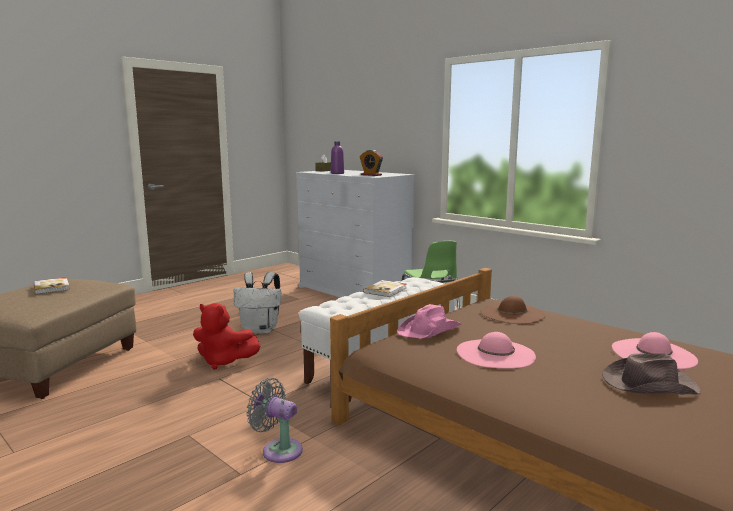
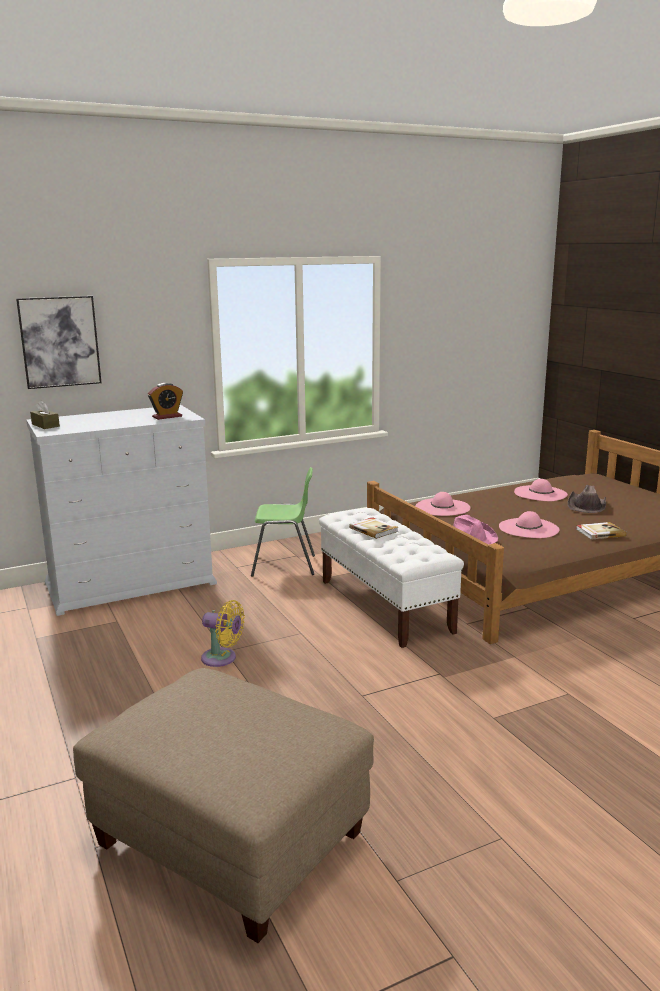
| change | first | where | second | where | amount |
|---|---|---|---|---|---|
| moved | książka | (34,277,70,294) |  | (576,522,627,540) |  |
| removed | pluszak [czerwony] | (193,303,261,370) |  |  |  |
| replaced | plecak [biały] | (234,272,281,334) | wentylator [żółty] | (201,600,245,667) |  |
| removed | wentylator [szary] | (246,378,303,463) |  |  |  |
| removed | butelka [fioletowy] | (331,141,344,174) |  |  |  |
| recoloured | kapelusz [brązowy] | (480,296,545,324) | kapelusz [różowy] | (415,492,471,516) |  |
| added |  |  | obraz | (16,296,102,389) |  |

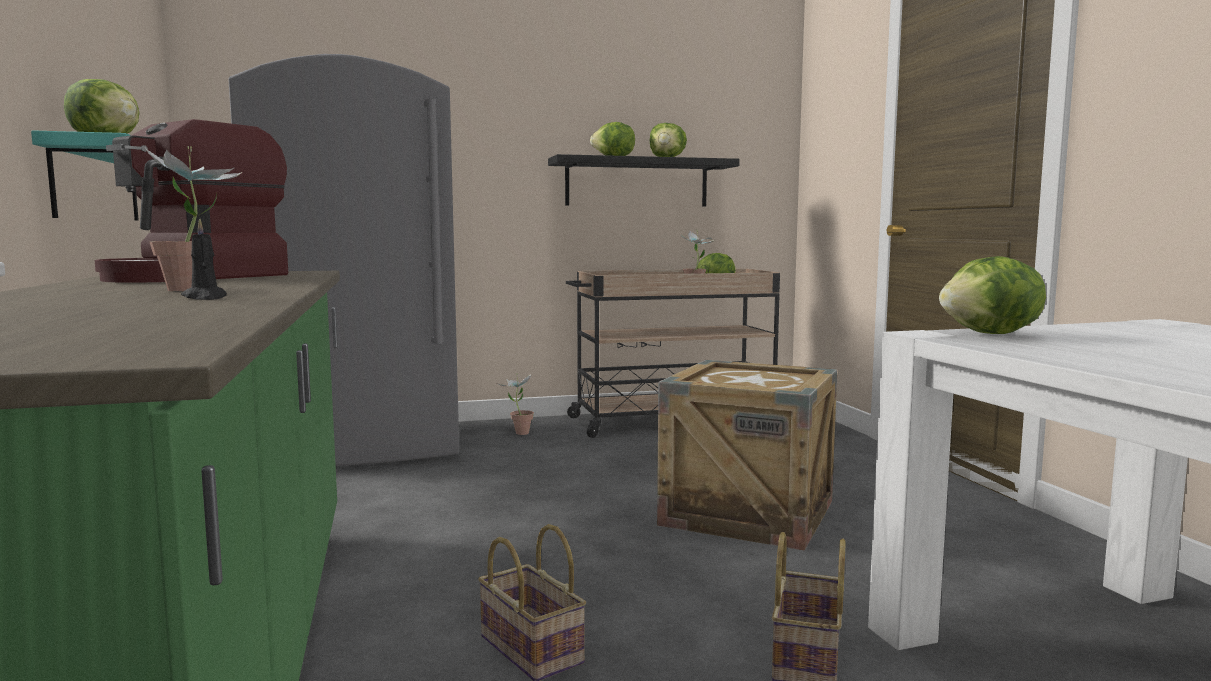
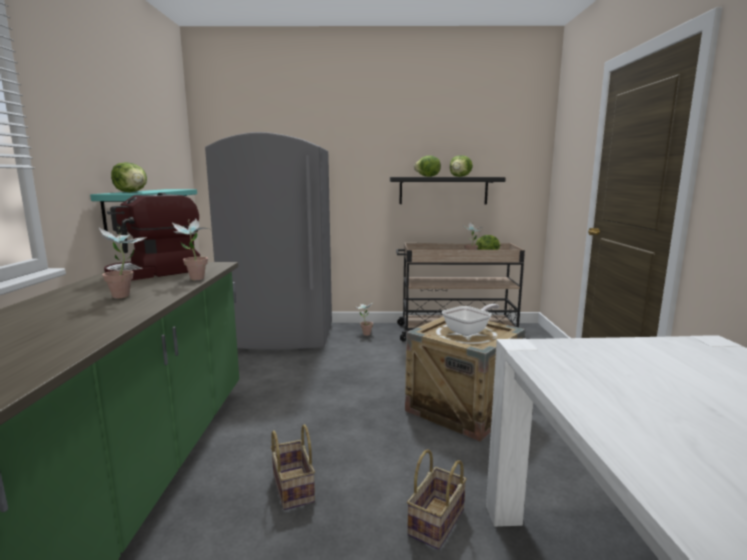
| change | first | where | second | where | amount |
|---|---|---|---|---|---|
| removed | świeca [czarny] | (181,218,227,300) |  |  |  |
| removed | sałata | (939,256,1046,334) |  |  |  |
| added |  |  | roślina doniczkowa | (172,219,209,280) |  |
| added |  |  | patelnia | (442,304,499,336) |  |

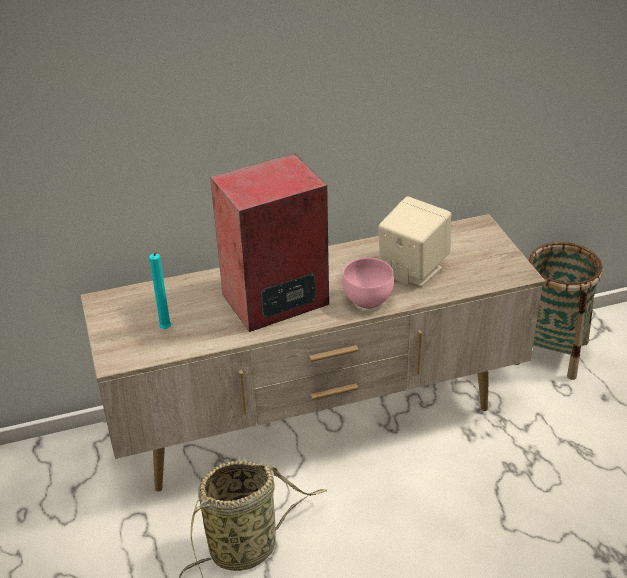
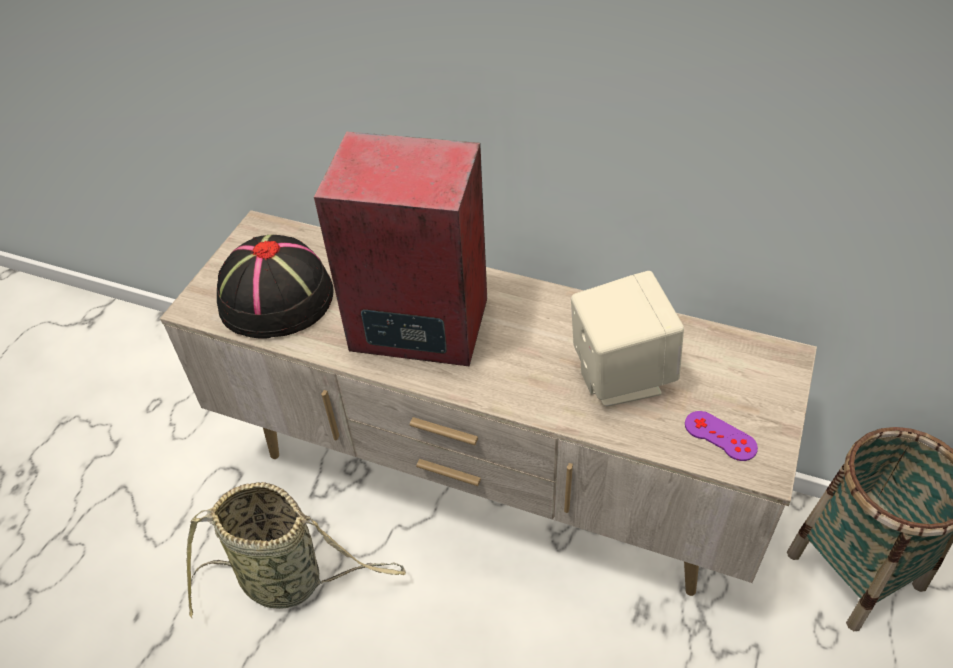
| change | first | where | second | where | amount |
|---|---|---|---|---|---|
| replaced | świeca [turkusowy] | (149,252,171,329) | kapelusz [czarny] | (217,235,334,339) |  |
| removed | miska [różowy] | (342,258,394,308) |  |  |  |
| added |  |  | pad do gier [fioletowy] | (685,411,758,461) |  |

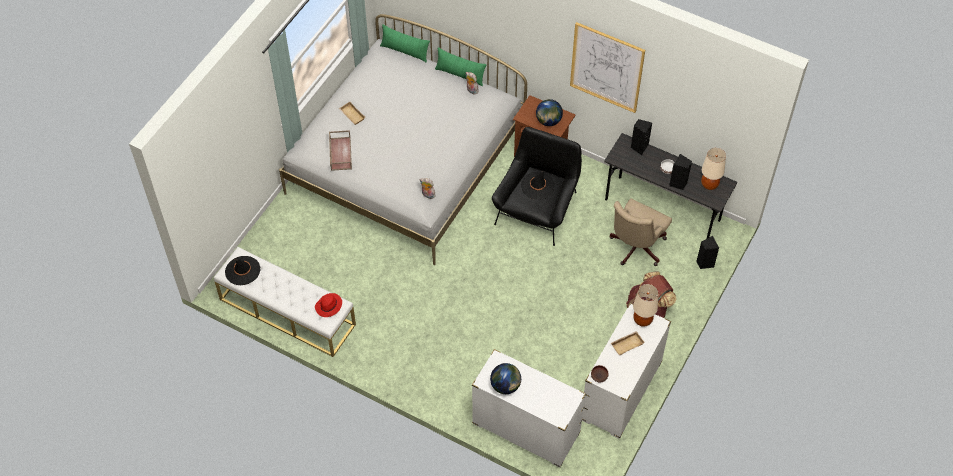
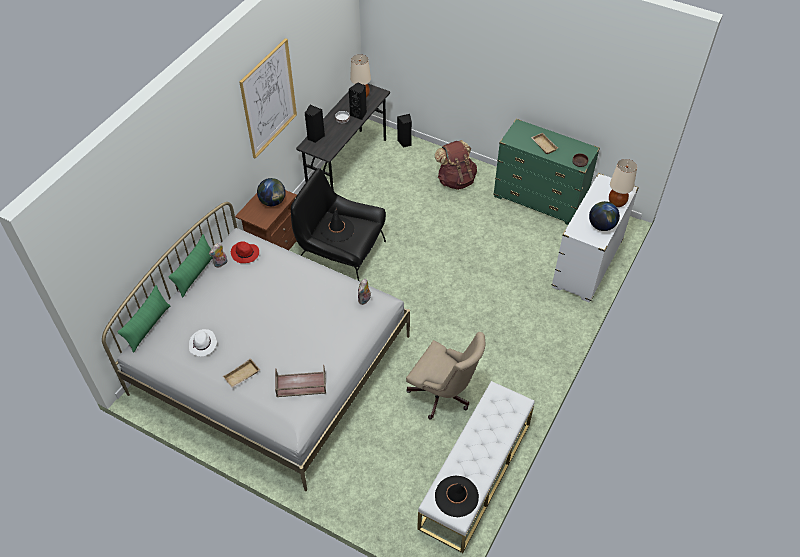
| change | first | where | second | where | amount |
|---|---|---|---|---|---|
| moved | kapelusz [czerwony] | (315,293,342,317) |  | (231,241,259,263) |  |
| recoloured | komoda [biały] | (582,303,671,439) | komoda [zielony] | (493,119,600,225) |  |
| moved | krzesło biurowe [beżowy] | (610,198,672,266) |  | (406,332,485,420) |  |
| moved | lampa stołowa [beżowy] | (633,284,658,327) |  | (609,159,637,207) |  |
| added |  |  | kapelusz [biały] | (189,329,217,356) |  |

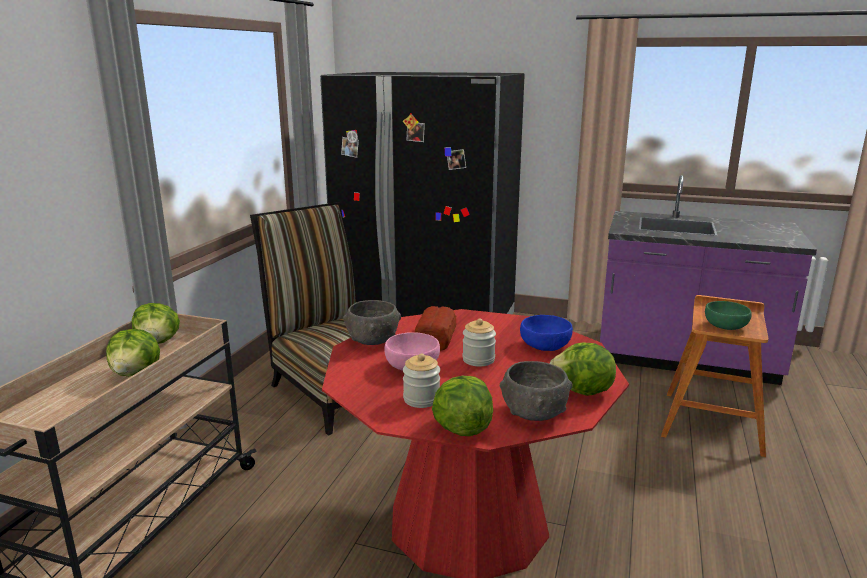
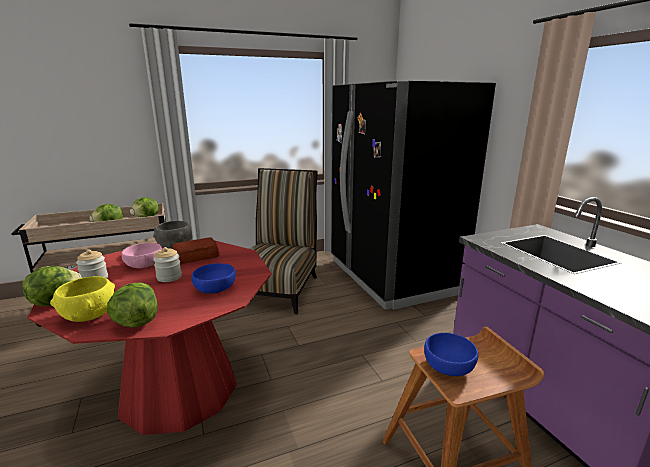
| change | first | where | second | where | amount |
|---|---|---|---|---|---|
| recoloured | miska [szary] | (500,361,573,421) | miska [żółty] | (50,276,115,322) |  |
| recoloured | miska [zielony] | (705,301,752,330) | miska [niebieski] | (424,333,478,376) |  |

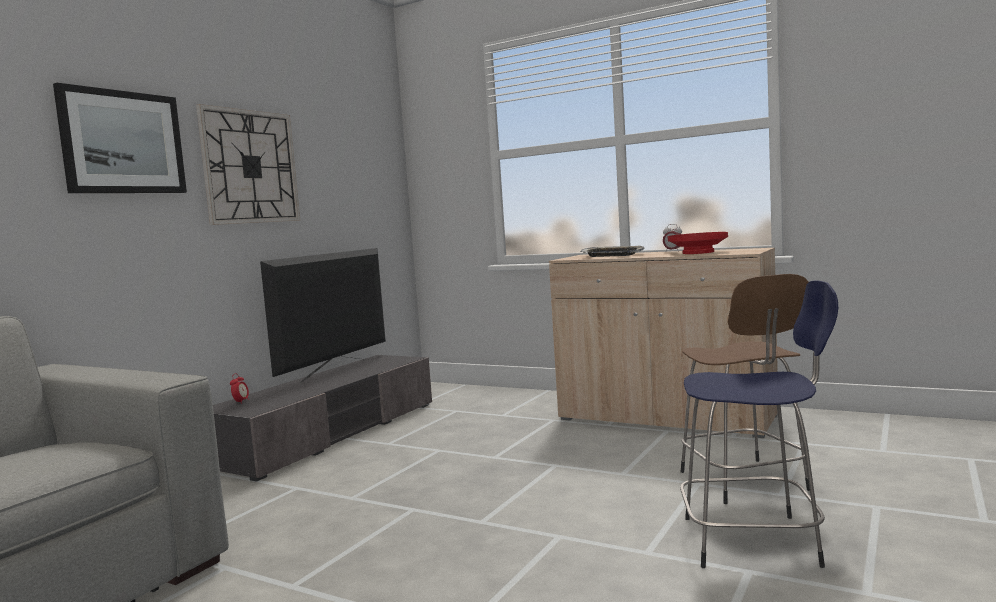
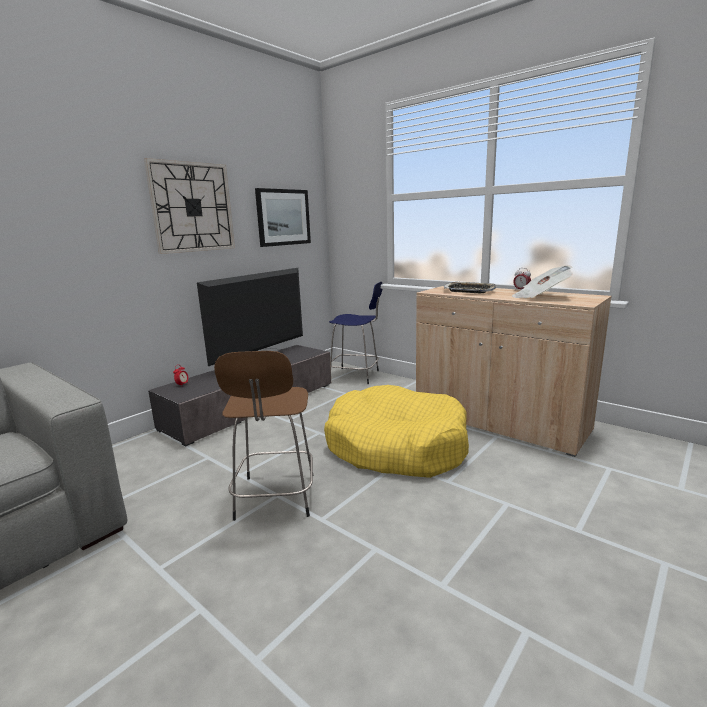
| change | first | where | second | where | amount |
|---|---|---|---|---|---|
| moved | obraz | (53,83,187,193) |  | (255,188,311,247) |  |
| replaced | miska [czerwony] | (667,232,728,254) | gazeta | (512,265,573,298) |  |
| moved | stołek [niebieski] | (680,280,838,568) |  | (329,281,382,384) |  |
| moved | stołek [brązowy] | (681,274,810,504) |  | (214,351,314,521) |  |
| added |  |  | legowisko [żółty] | (324,385,469,478) |  |

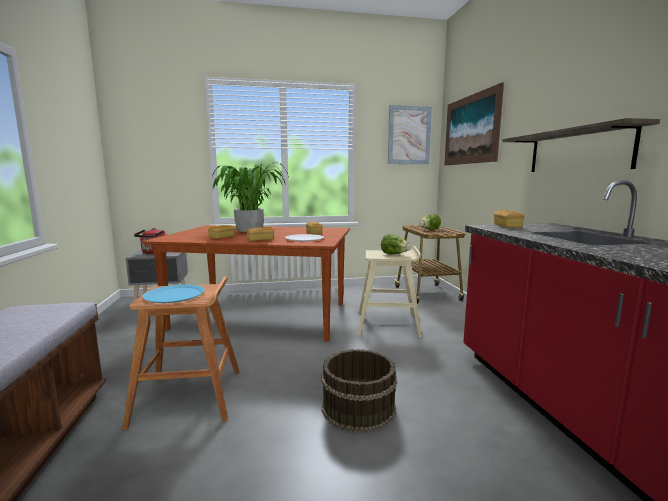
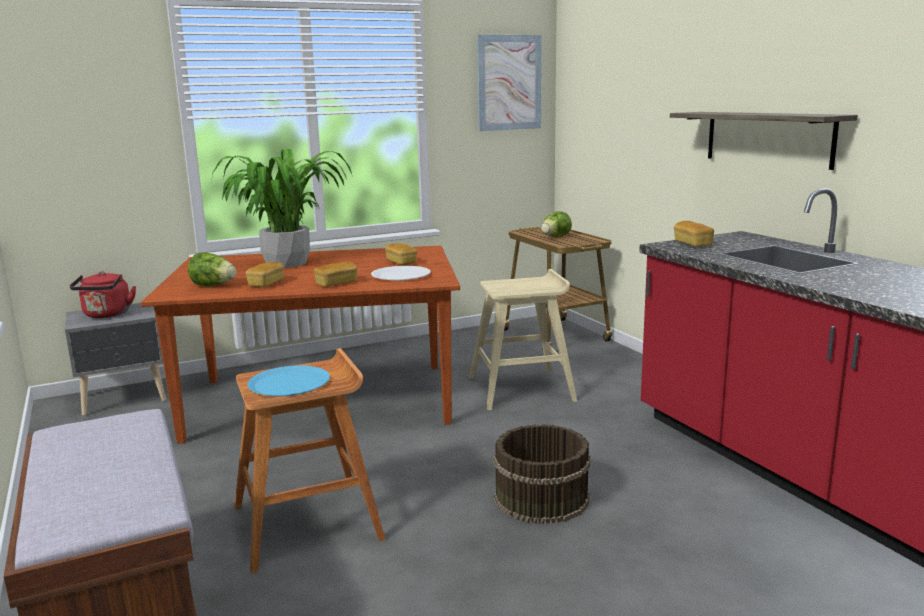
| change | first | where | second | where | amount |
|---|---|---|---|---|---|
| moved | sałata | (381,234,410,254) |  | (188,252,237,286) |  |
| removed | obraz | (444,82,504,165) |  |  |  |

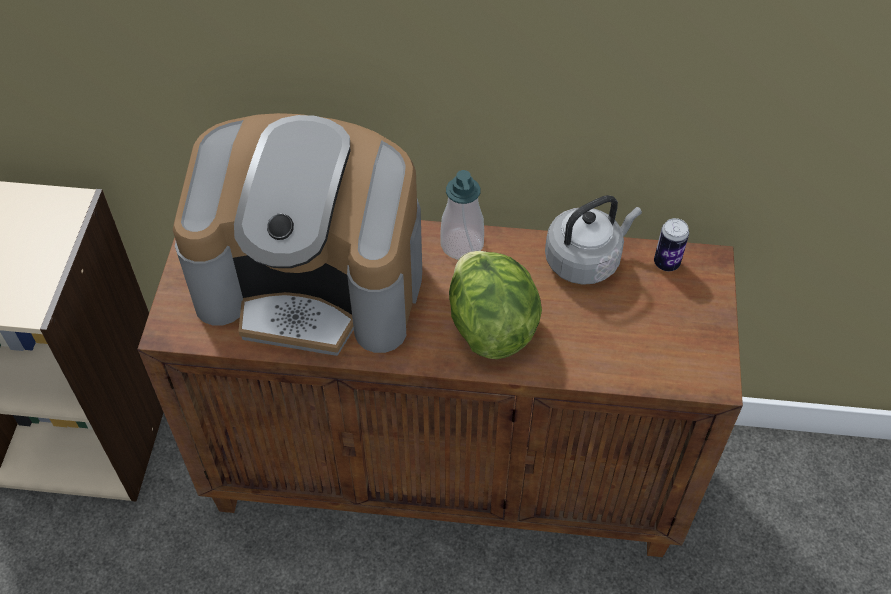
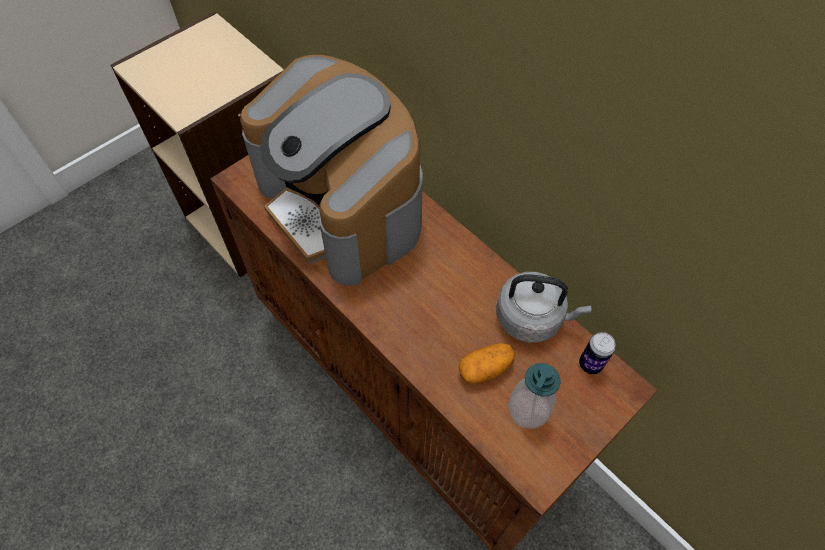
| change | first | where | second | where | amount |
|---|---|---|---|---|---|
| moved | dozownik mydła | (440,170,484,260) |  | (508,363,561,429) |  |
| removed | sałata | (449,251,542,359) |  |  |  |
| added |  |  | ziemniak | (458,343,515,384) |  |

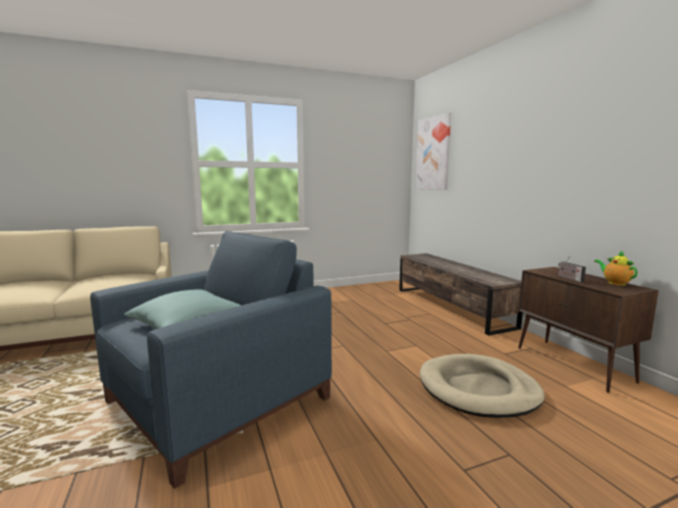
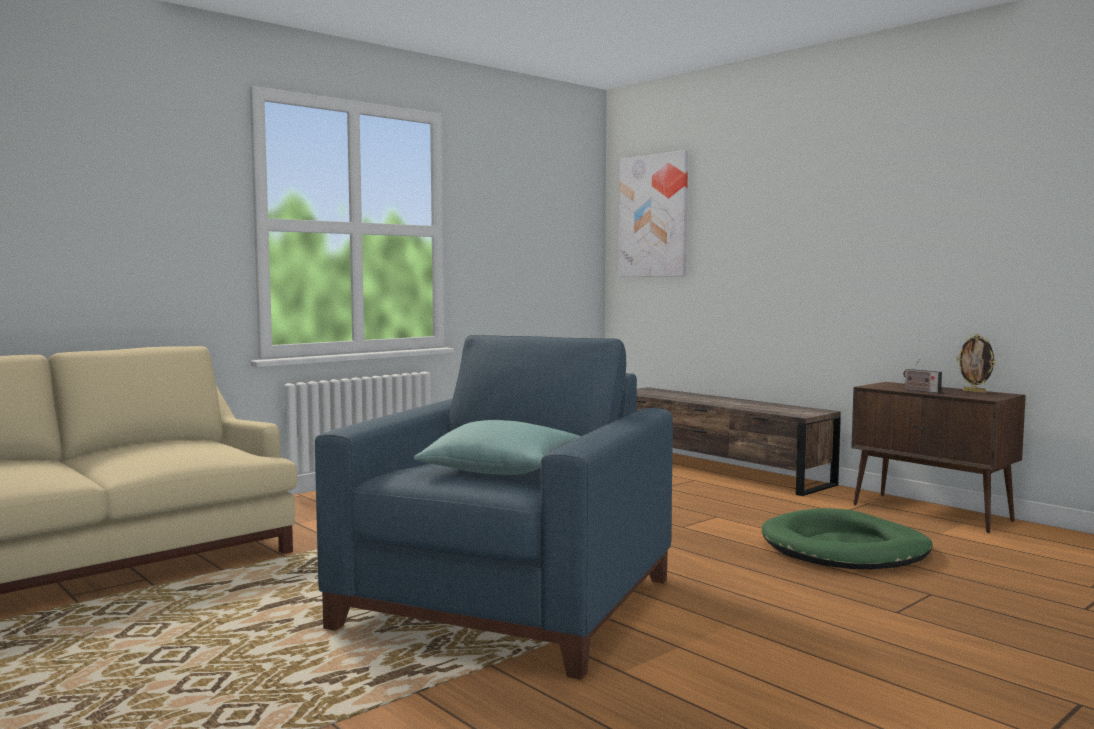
| change | first | where | second | where | amount |
|---|---|---|---|---|---|
| recoloured | legowisko [beżowy] | (420,354,545,418) | legowisko [zielony] | (762,508,933,569) |  |
| replaced | imbryk | (594,251,638,286) | ramka na zdjęcie | (956,334,996,393) |  |

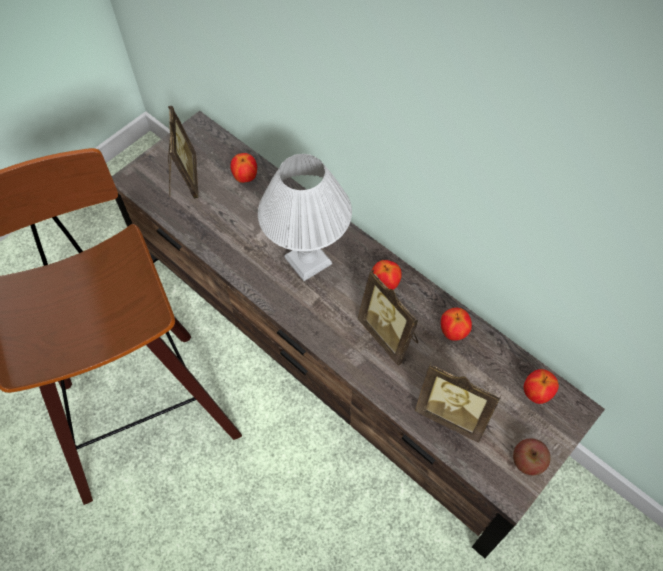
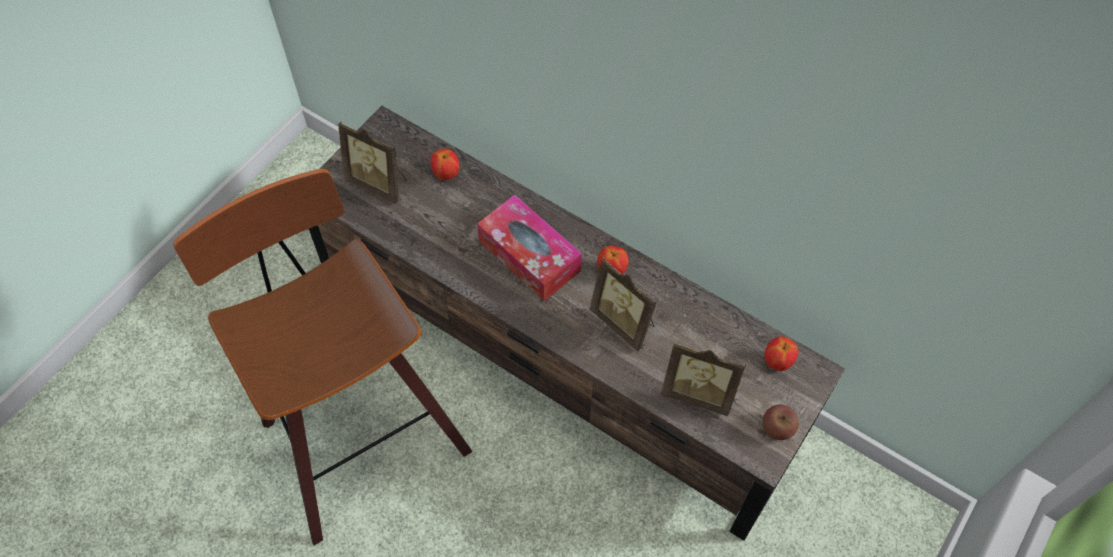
| change | first | where | second | where | amount |
|---|---|---|---|---|---|
| turned | ramka na zdjęcie | (168,106,198,199) |  | (338,121,407,204) | 135 degrees clockwise |
| replaced | lampa stołowa [biały] | (258,154,352,281) | pudełko chusteczek | (477,195,582,301) |  |
| removed | jabłko | (441,308,472,341) |  |  |  |

